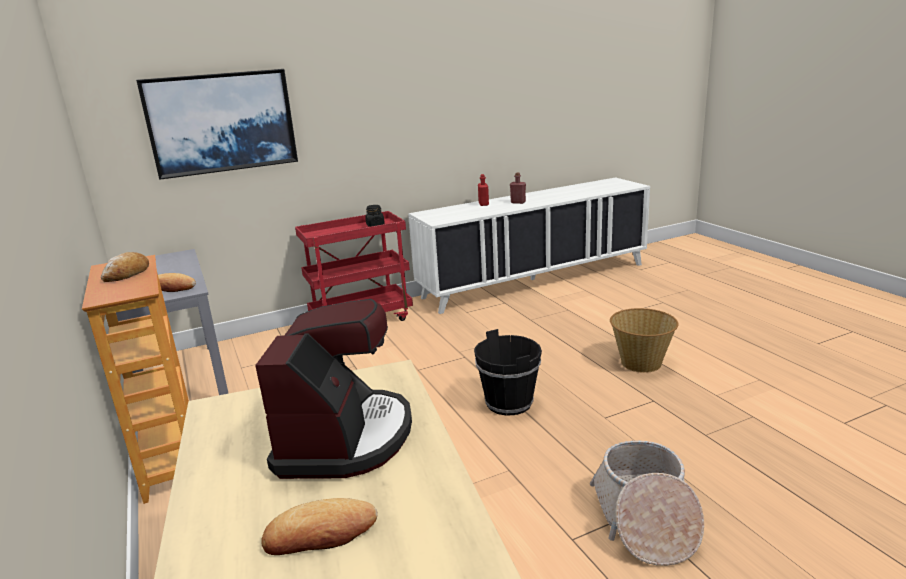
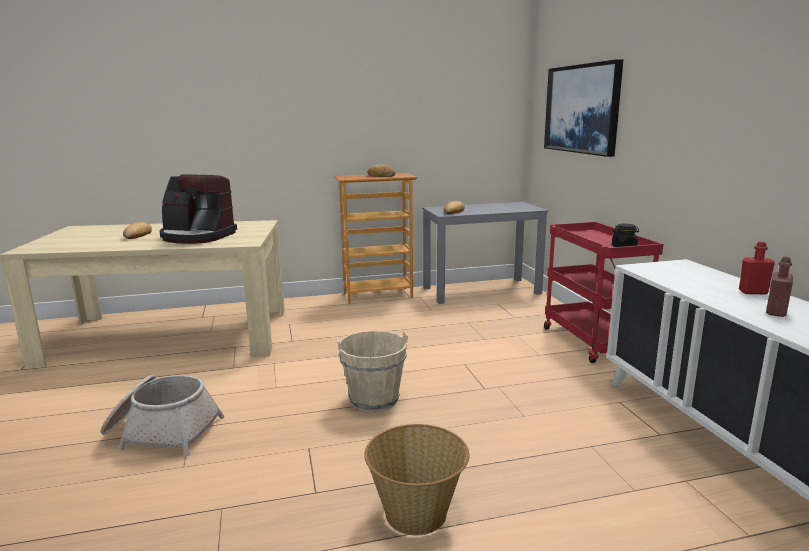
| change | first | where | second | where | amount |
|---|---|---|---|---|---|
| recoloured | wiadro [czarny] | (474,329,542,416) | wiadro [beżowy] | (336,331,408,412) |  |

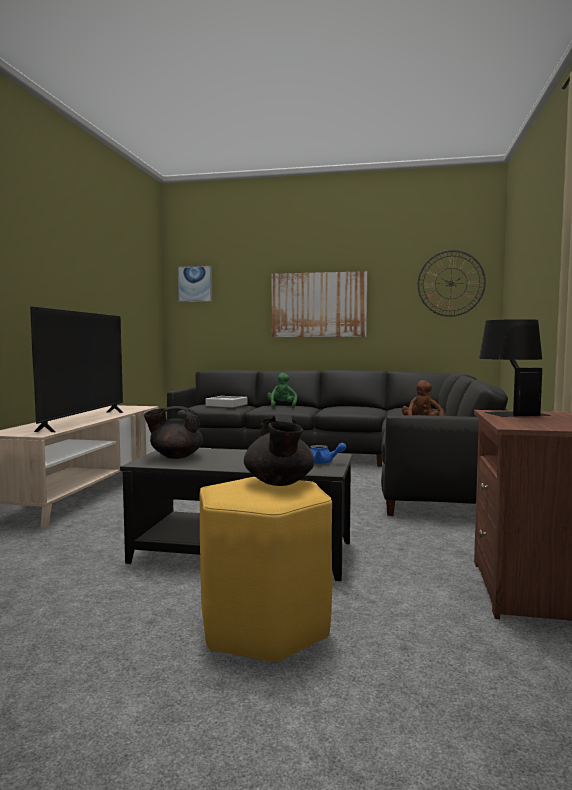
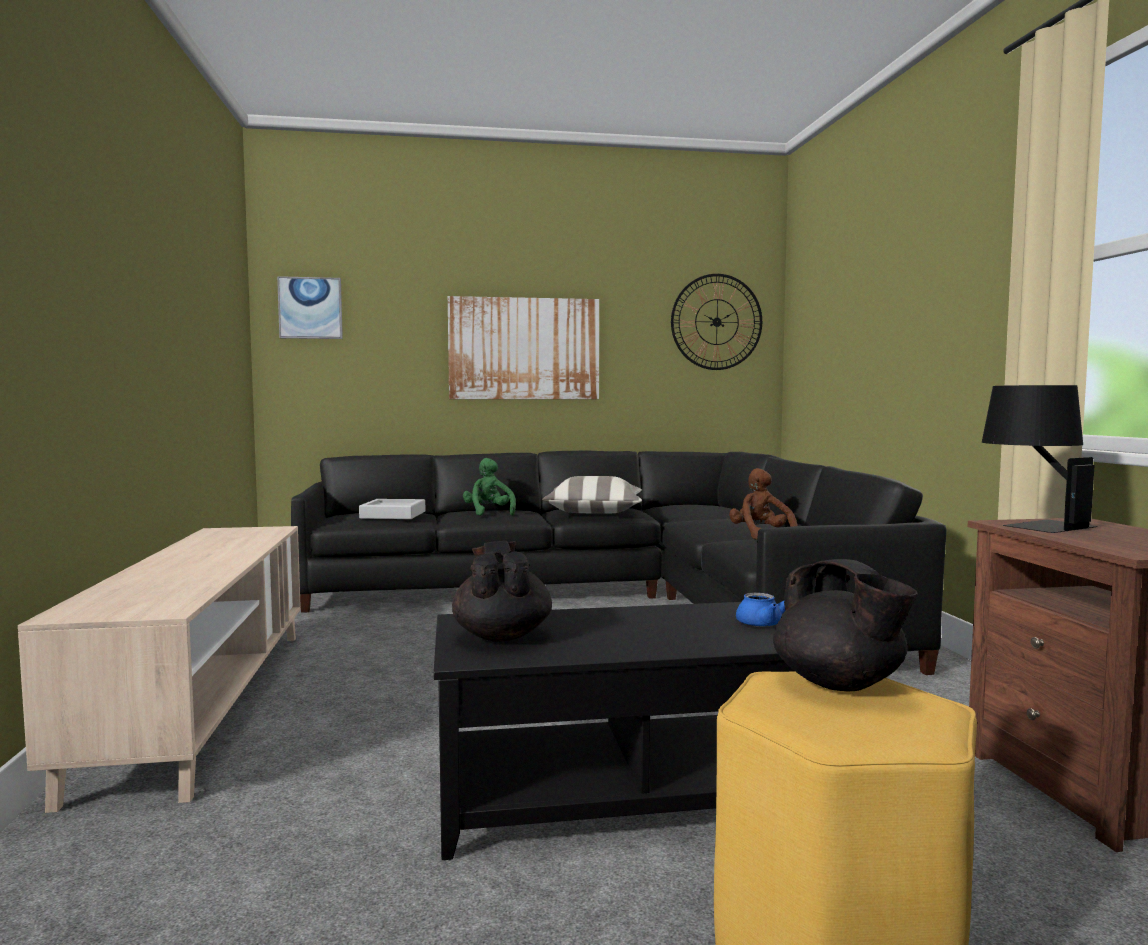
| change | first | where | second | where | amount |
|---|---|---|---|---|---|
| removed | telewizor | (30,307,123,432) |  |  |  |
| turned | imbryk [czarny] | (144,406,203,459) |  | (452,541,552,641) | 105 degrees clockwise |
| added |  |  | poduszka | (542,476,642,514) |  |

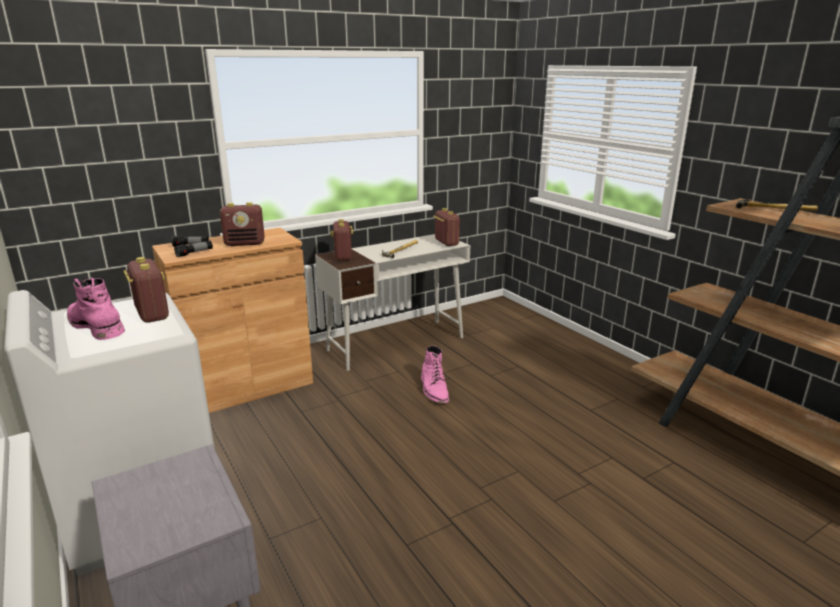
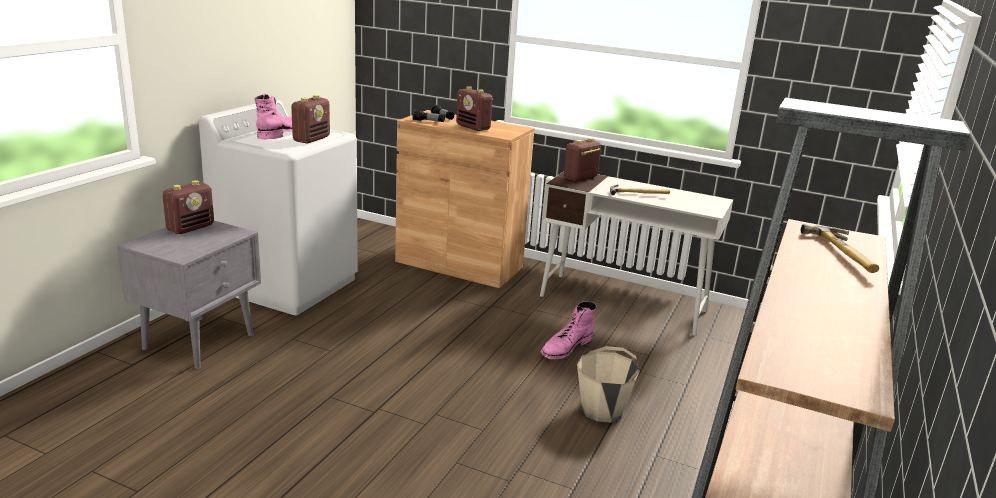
| change | first | where | second | where | amount |
|---|---|---|---|---|---|
| moved | radio | (434,208,460,246) |  | (162,180,214,234) |  |
| added |  |  | wiadro [beżowy] | (577,346,640,423) |  |

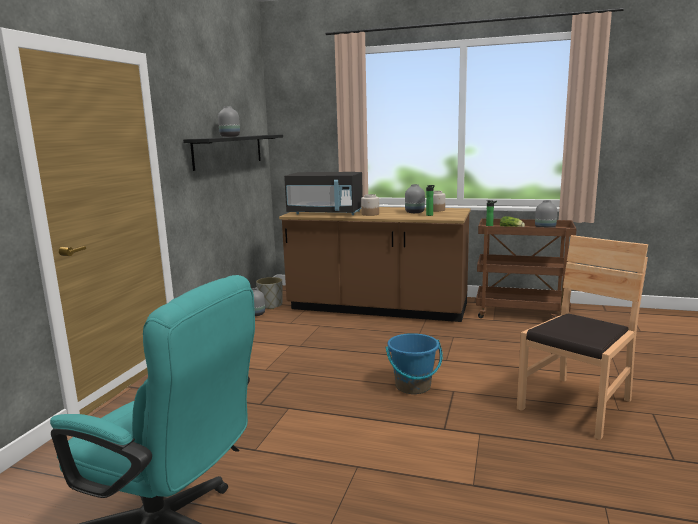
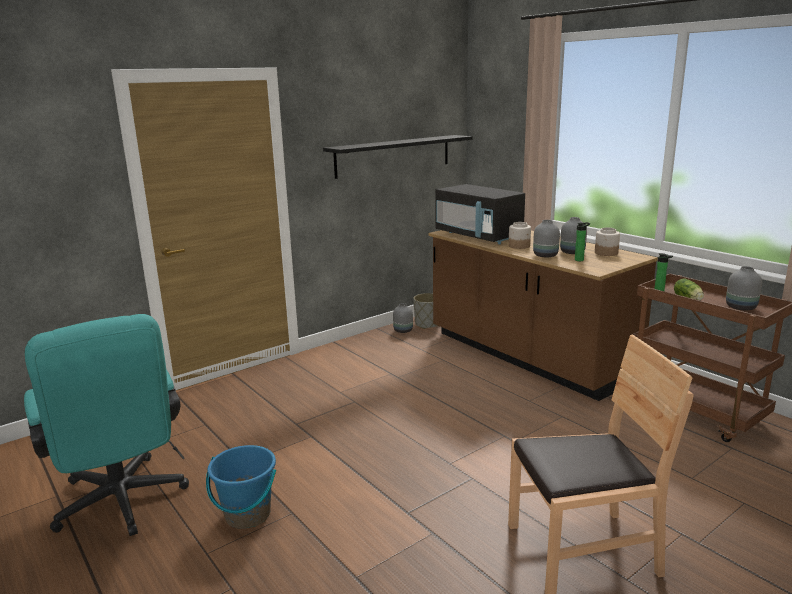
| change | first | where | second | where | amount |
|---|---|---|---|---|---|
| moved | wazon [szary] | (218,106,240,137) |  | (533,220,560,257) |  |
| moved | wiadro [niebieski] | (385,333,443,394) |  | (206,445,276,529) |  |

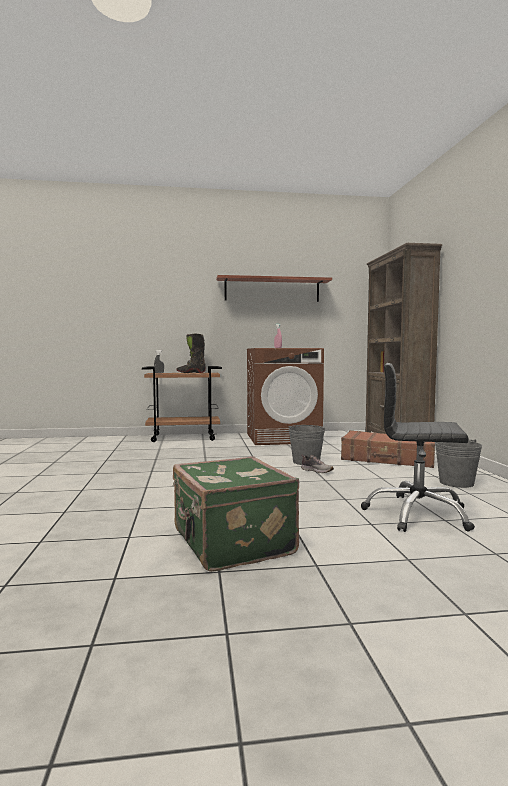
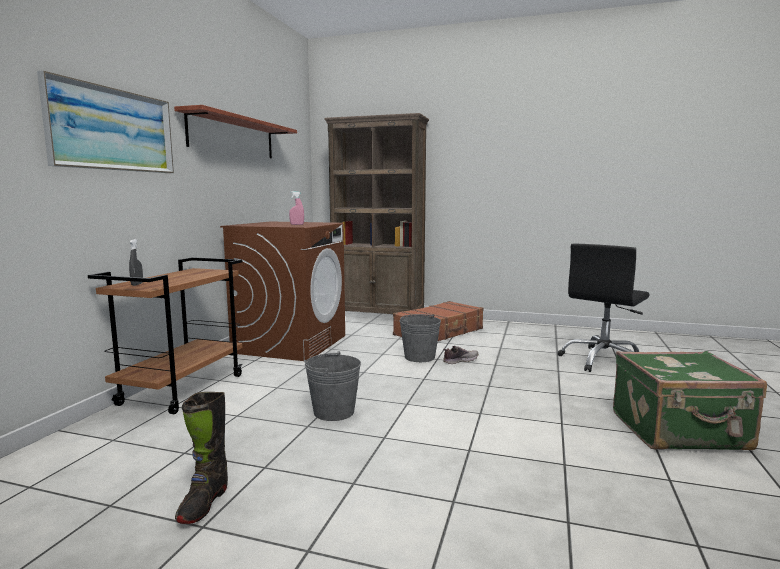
| change | first | where | second | where | amount |
|---|---|---|---|---|---|
| moved | but z cholewką [czarny] | (176,334,206,373) |  | (175,392,228,524) |  |
| moved | wiadro [szary] | (435,439,482,488) |  | (304,351,361,421) |  |
| added |  |  | obraz | (37,70,174,173) |  |

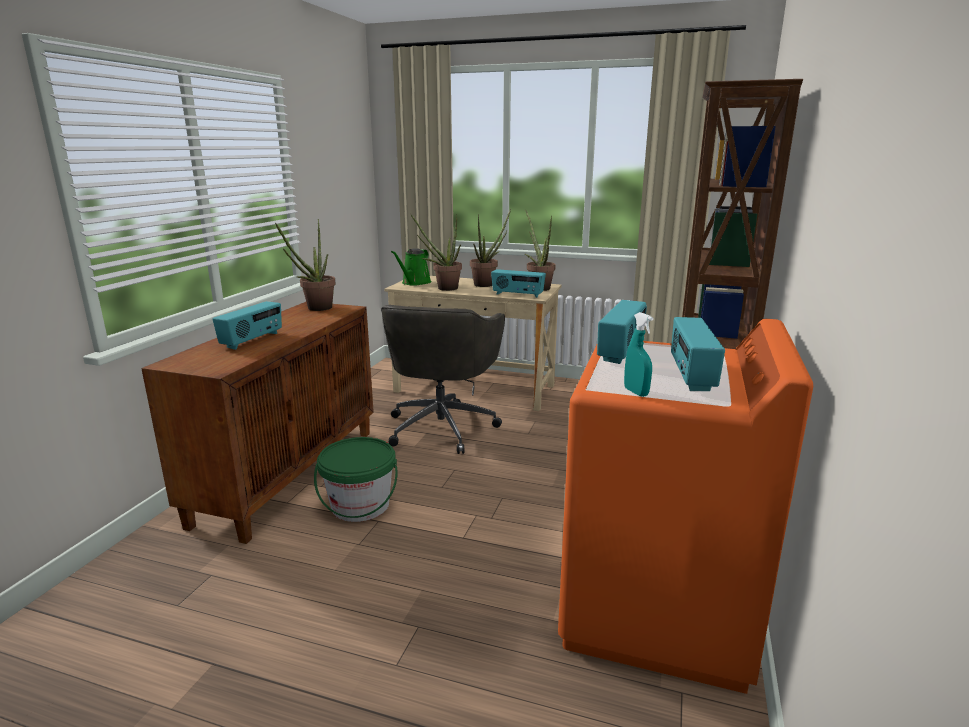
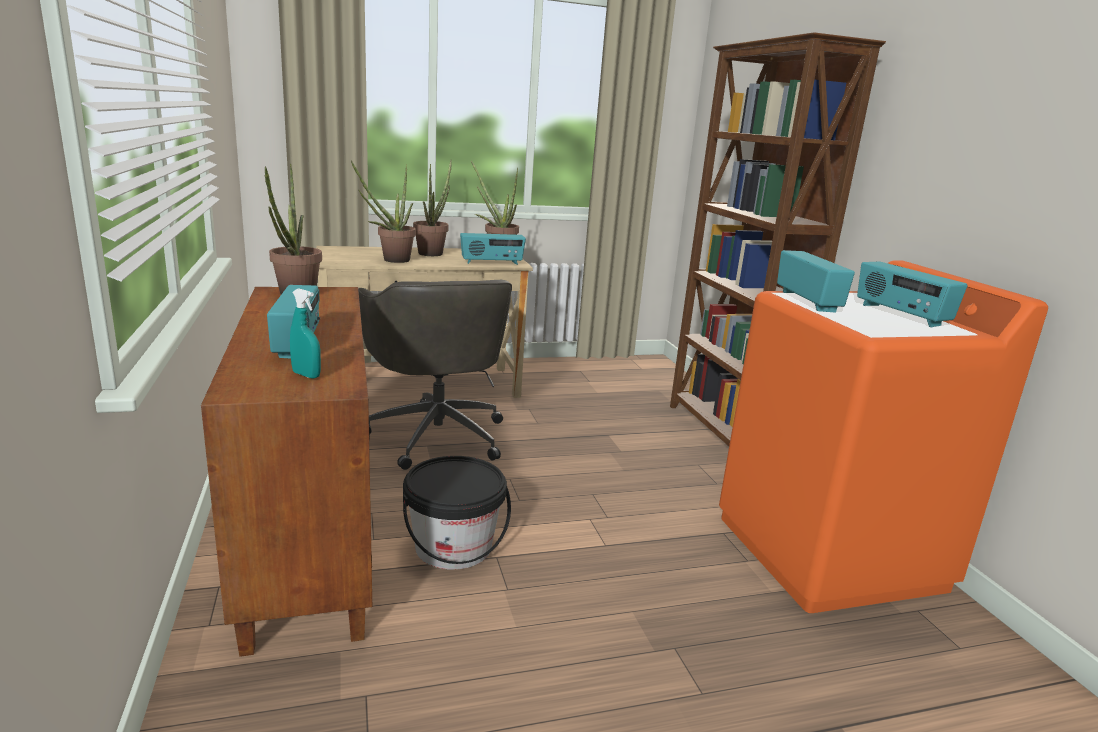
| change | first | where | second | where | amount |
|---|---|---|---|---|---|
| recoloured | wiadro [zielony] | (314,437,397,522) | wiadro [czarny] | (403,456,511,570) |  |
| removed | konewka [zielony] | (391,248,432,285) |  |  |  |
| moved | spryskiwacz [turkusowy] | (624,312,653,397) |  | (290,289,321,378) |  |

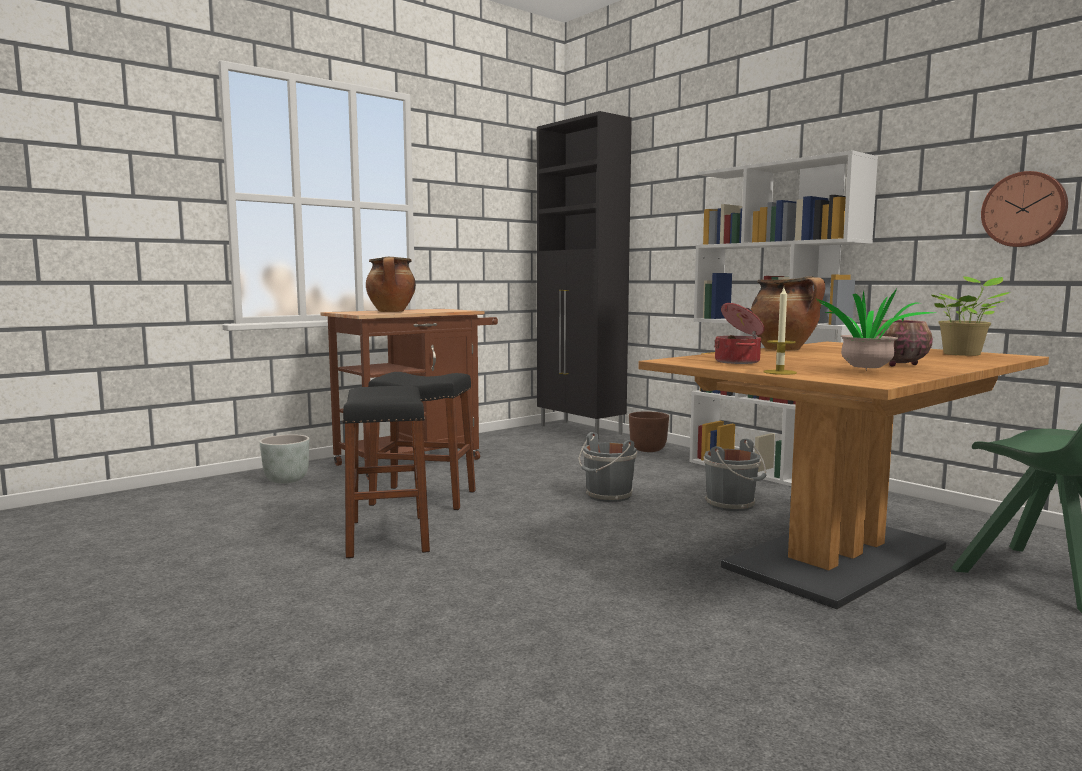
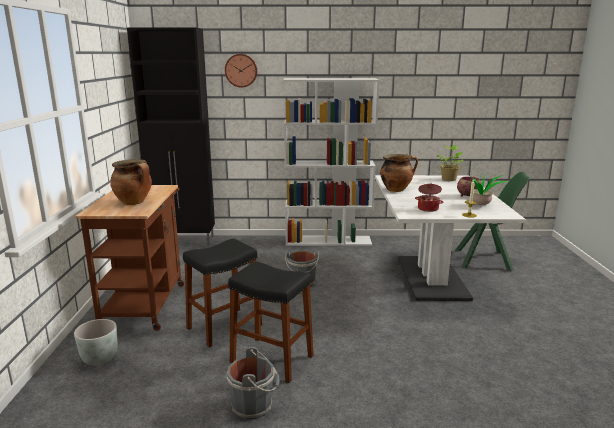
| change | first | where | second | where | amount |
|---|---|---|---|---|---|
| removed | donica [brązowy] | (629,411,669,452) |  |  |  |
| recoloured | stół jadalny [brązowy] | (638,342,1049,609) | stół jadalny [biały] | (375,175,526,301) |  |
| moved | wiadro [szary] | (704,439,766,512) |  | (226,347,279,419) |  |
| moved | zegar ścienny | (981,171,1068,247) |  | (225,54,257,88) |  |

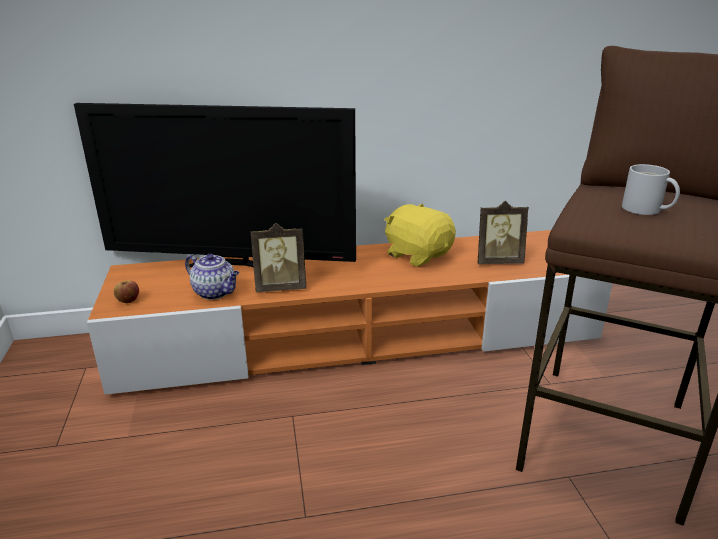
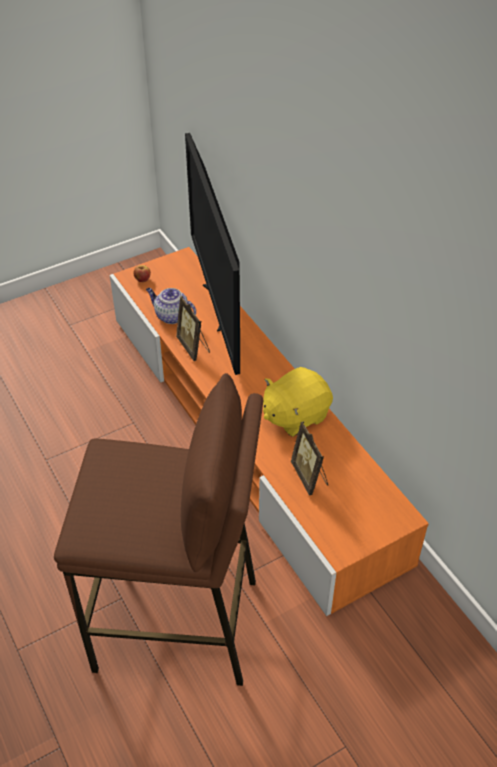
| change | first | where | second | where | amount |
|---|---|---|---|---|---|
| turned | imbryk | (185,254,239,300) |  | (146,288,196,324) | 105 degrees clockwise |
| turned | pluszak [żółty] | (385,204,456,267) |  | (263,367,333,437) | 150 degrees counterclockwise |
| removed | kubek [biały] | (622,164,680,215) |  |  |  |

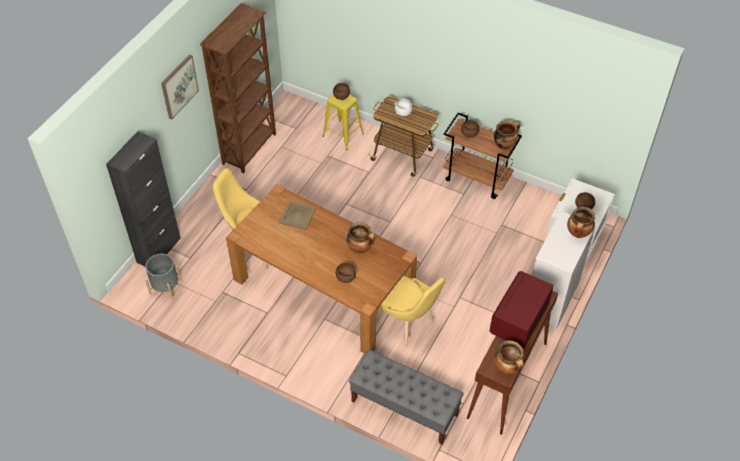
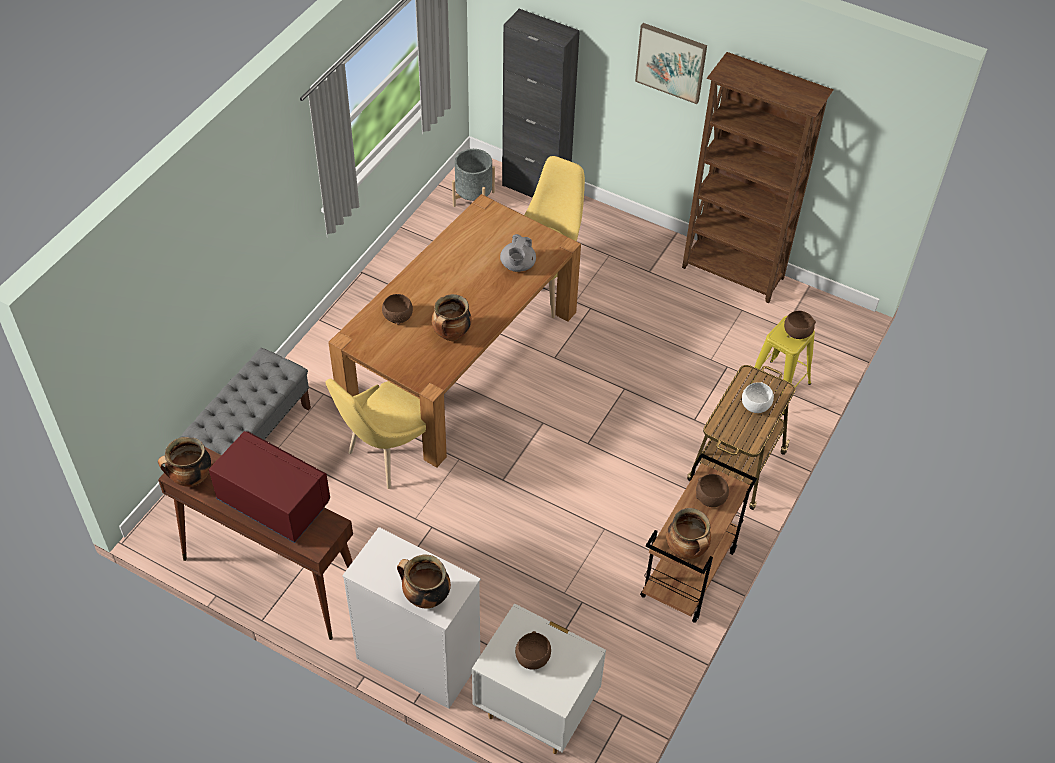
| change | first | where | second | where | amount |
|---|---|---|---|---|---|
| replaced | taca [beżowy] | (278,201,316,230) | imbryk [szary] | (500,234,536,272) |  |

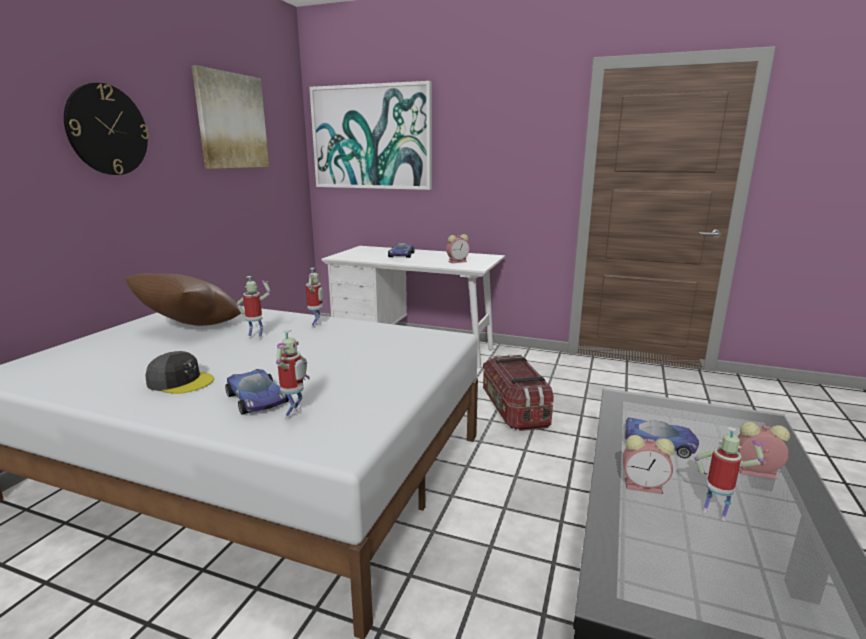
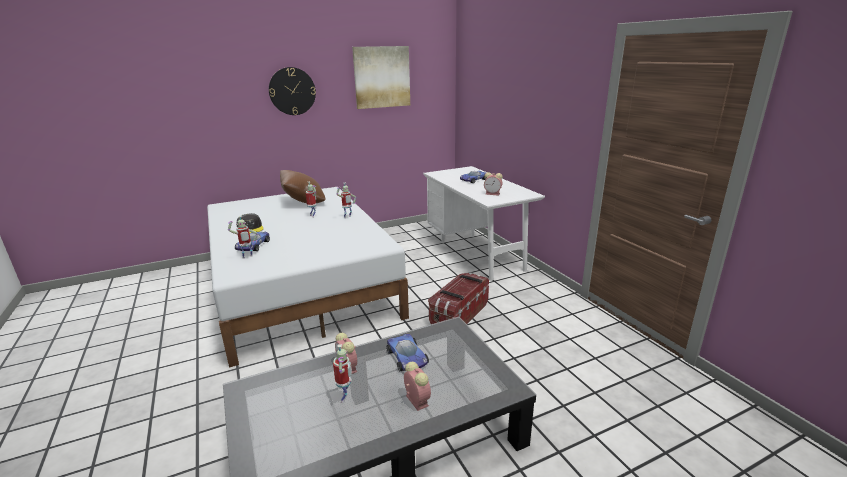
| change | first | where | second | where | amount |
|---|---|---|---|---|---|
| removed | obraz | (309,81,432,190) |  |  |  |

